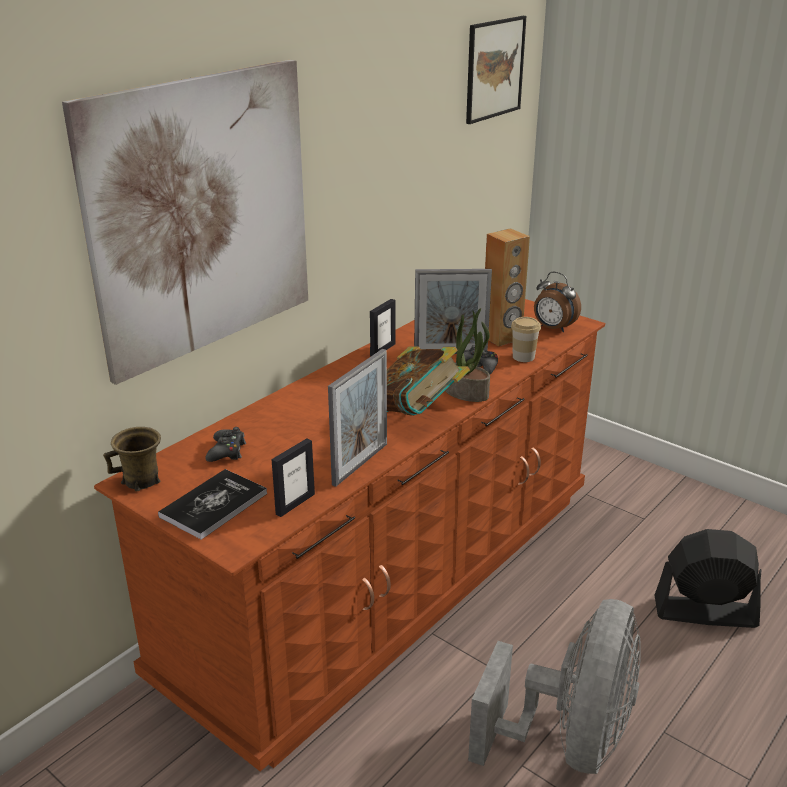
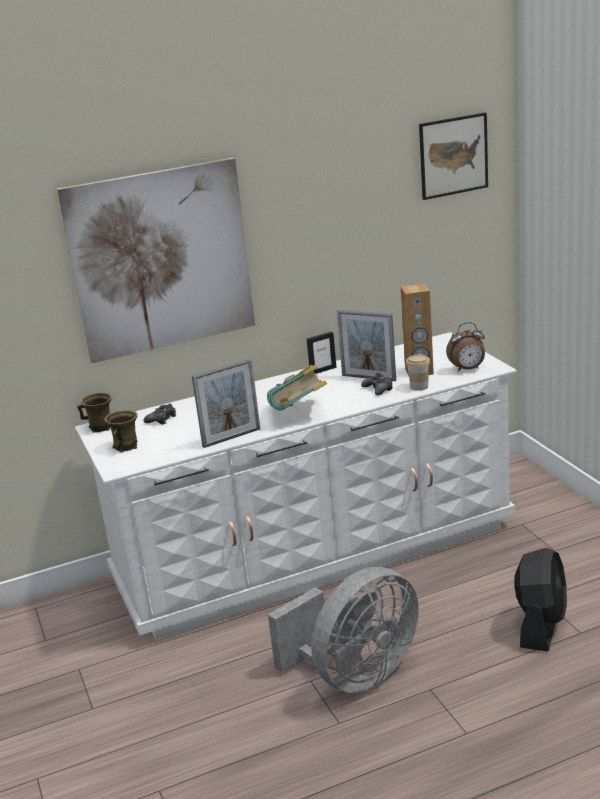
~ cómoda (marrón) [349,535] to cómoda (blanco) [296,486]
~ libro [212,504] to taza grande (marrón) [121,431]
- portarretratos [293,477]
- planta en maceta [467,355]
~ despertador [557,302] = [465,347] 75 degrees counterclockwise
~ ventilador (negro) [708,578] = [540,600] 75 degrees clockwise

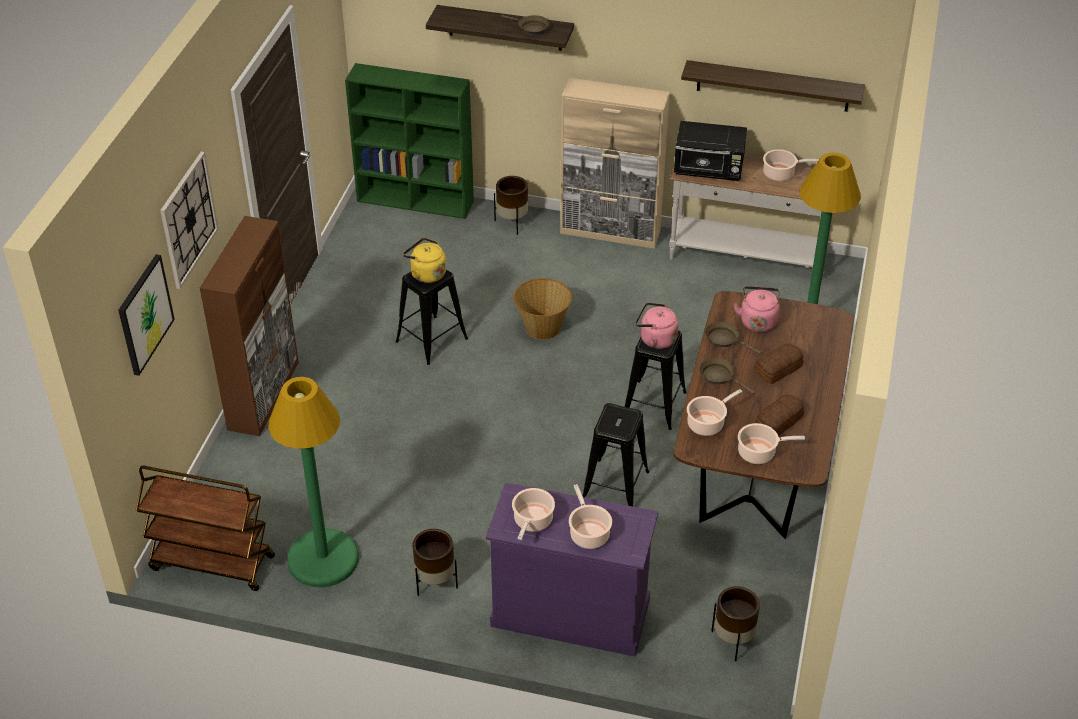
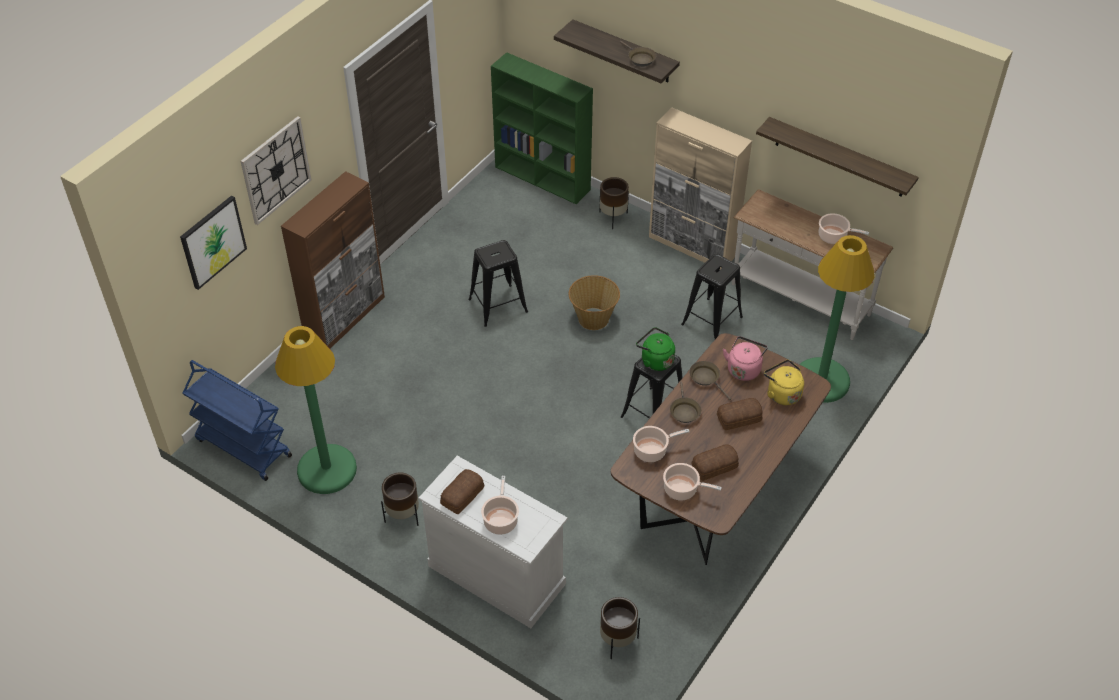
~ carrito (marrón) [205,528] to carrito (azul) [237,420]
~ hervidor (amarillo) [424,260] to [784,382]
~ cómoda (morado) [572,569] to cómoda (blanco) [493,541]
~ olla [533,514] to pan [462,492]
~ taburete (negro) [616,454] to [712,296]
~ hervidor (rosa) [657,325] to hervidor (verde) [655,349]
- microondas (negro) [710,151]
~ sartén (marrón) [727,376] = [685,402] 150 degrees counterclockwise

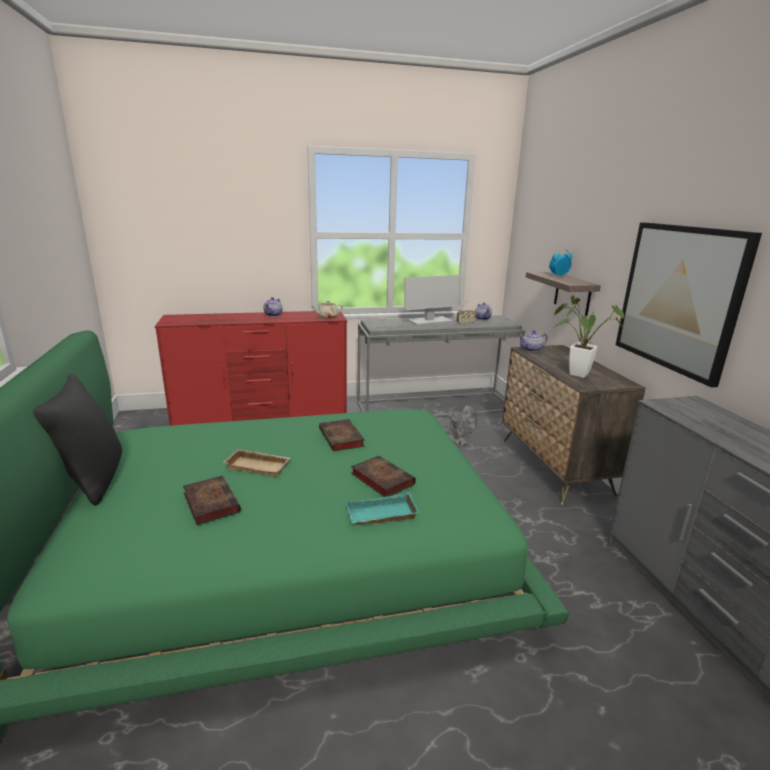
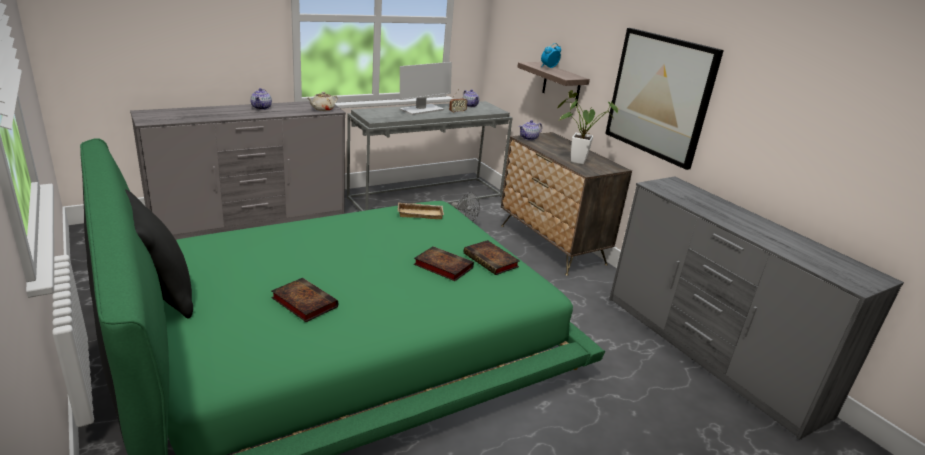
~ cómoda (rojo) [251,368] to cómoda (gris) [238,170]
~ bandeja (beis) [256,463] to [421,210]
~ libro [342,435] to [491,257]
- bandeja (turquesa) [383,508]

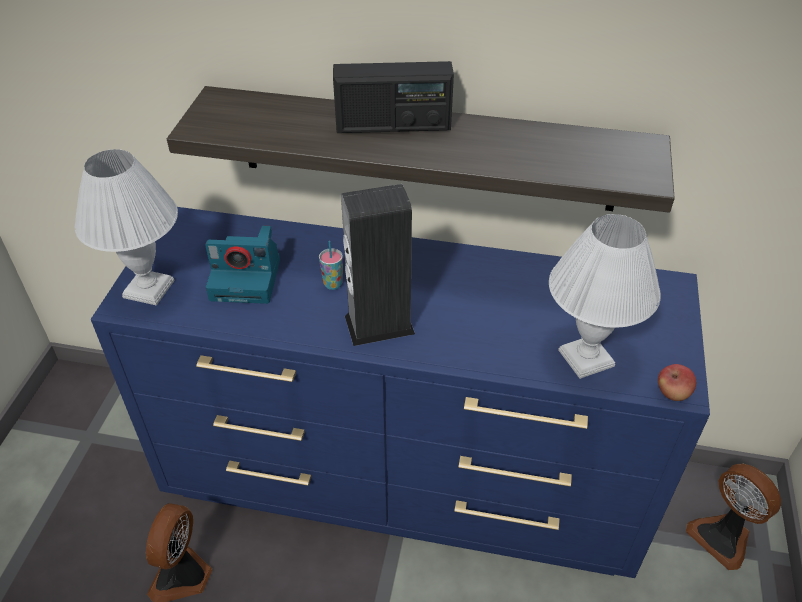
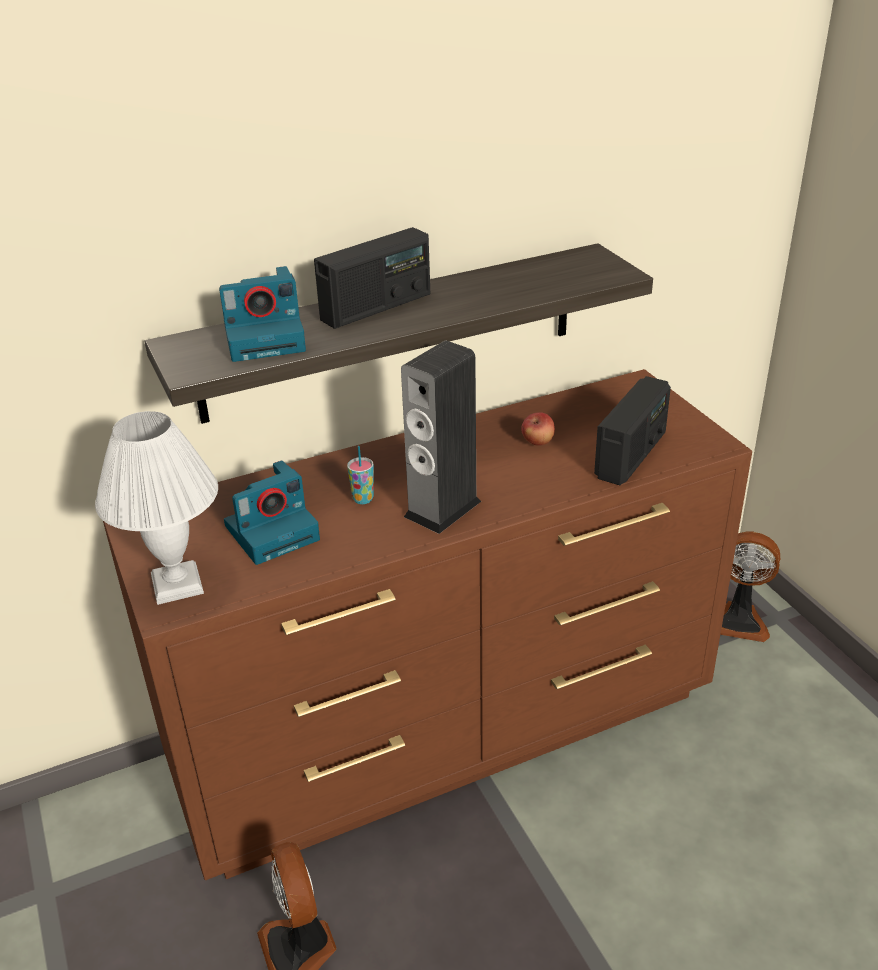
~ cómoda (azul) [400,392] to cómoda (marrón) [427,624]
~ lámpara de mesa (blanco) [605,296] to radio [632,430]
~ manzana [677,382] to [538,429]
+ cámara [262,314]

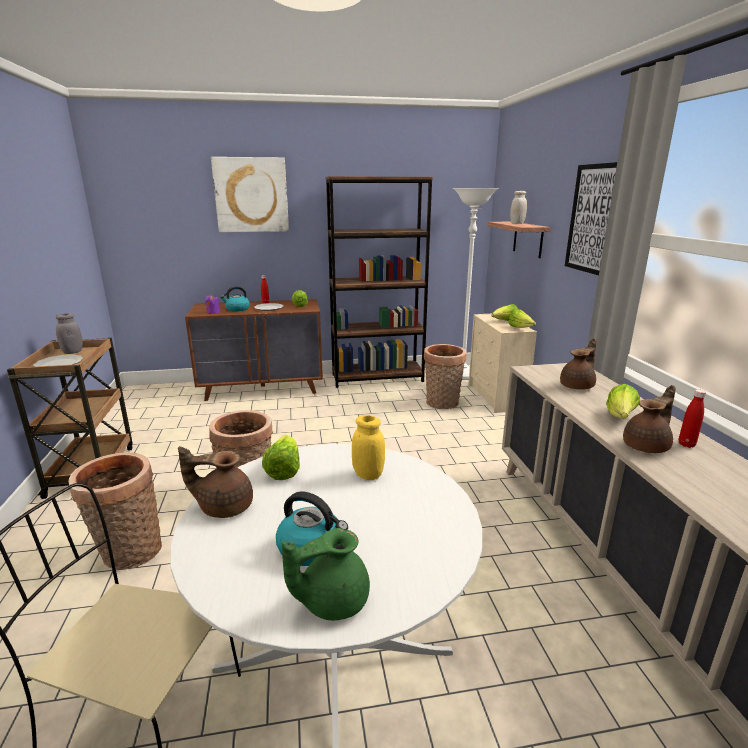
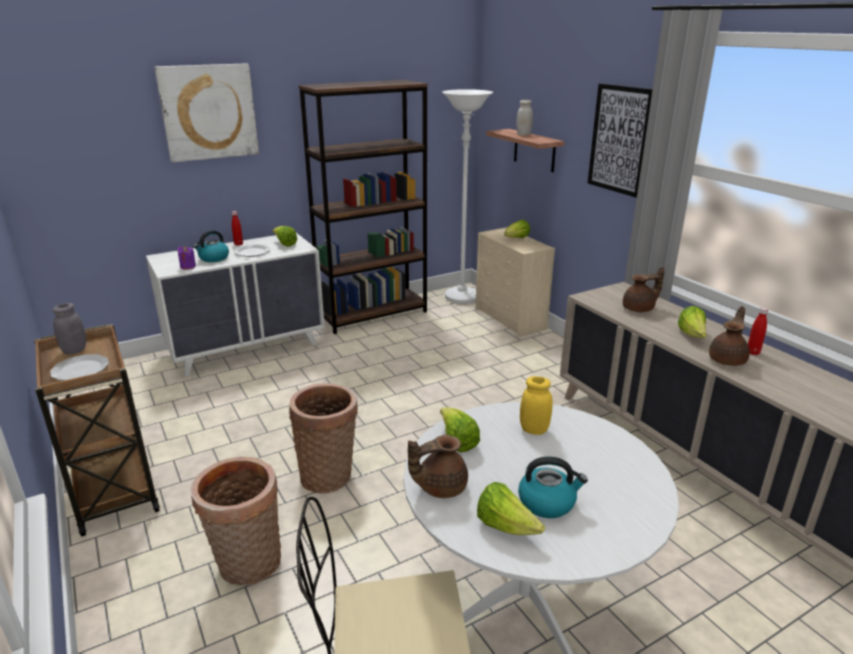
~ cómoda (marrón) [254,350] to cómoda (blanco) [235,305]
- tetera (verde) [326,574]
- cesta [445,376]
~ lechuga [522,318] to [511,508]
~ tetera (marrón) [578,364] = [644,289] 45 degrees clockwise

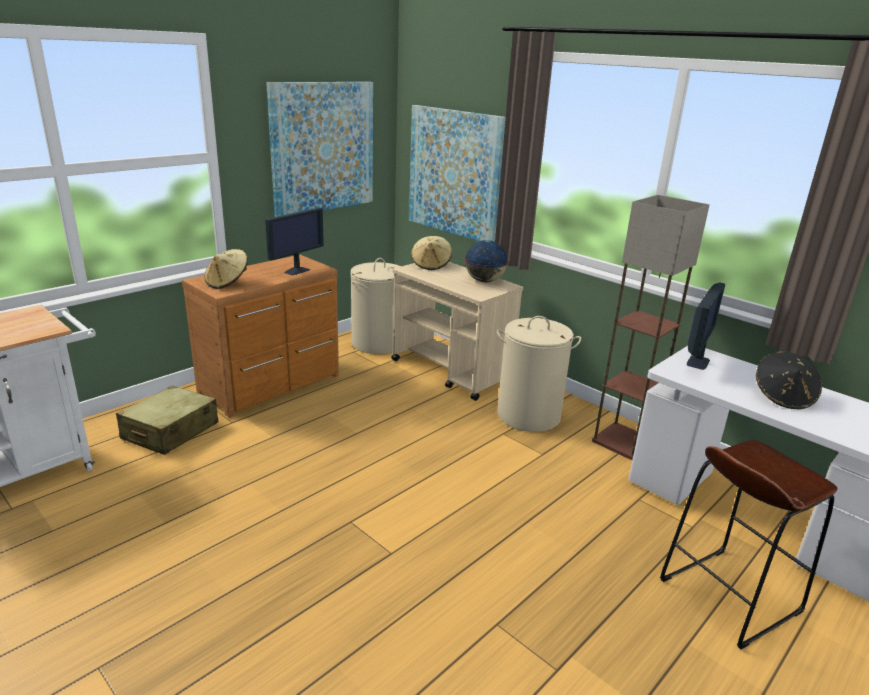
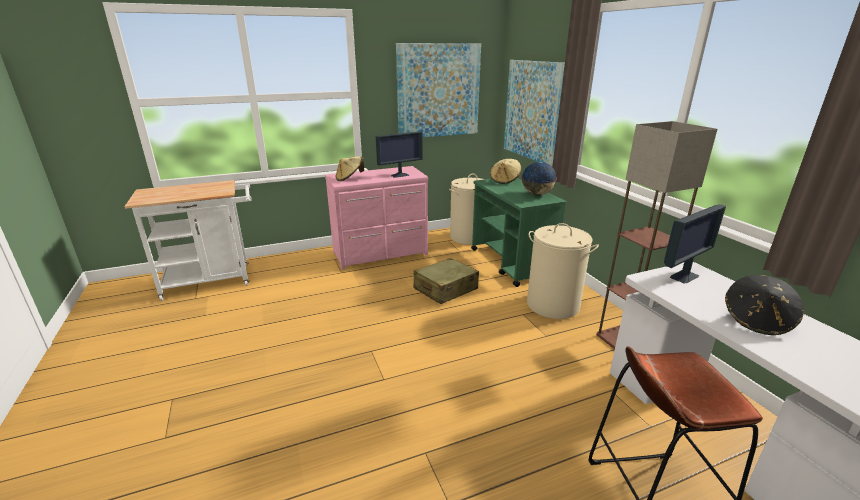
~ maleta (beis) [167,420] to [446,281]
~ cómoda (marrón) [260,336] to cómoda (rosa) [376,218]
~ carrito (beis) [457,331] to carrito (verde) [519,232]

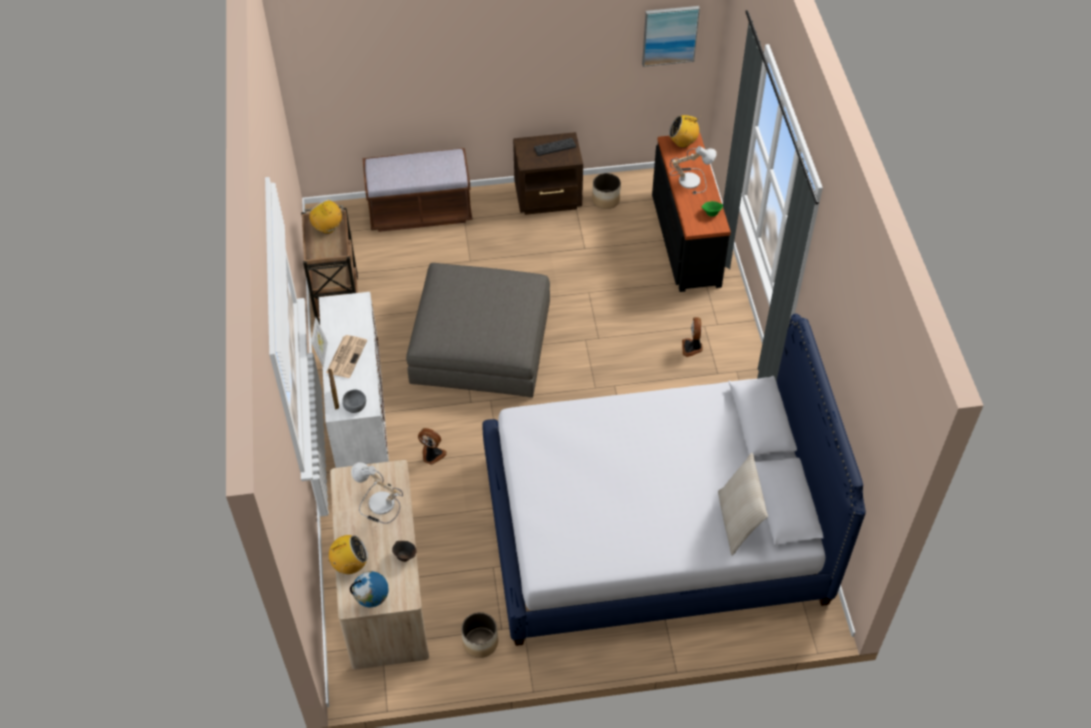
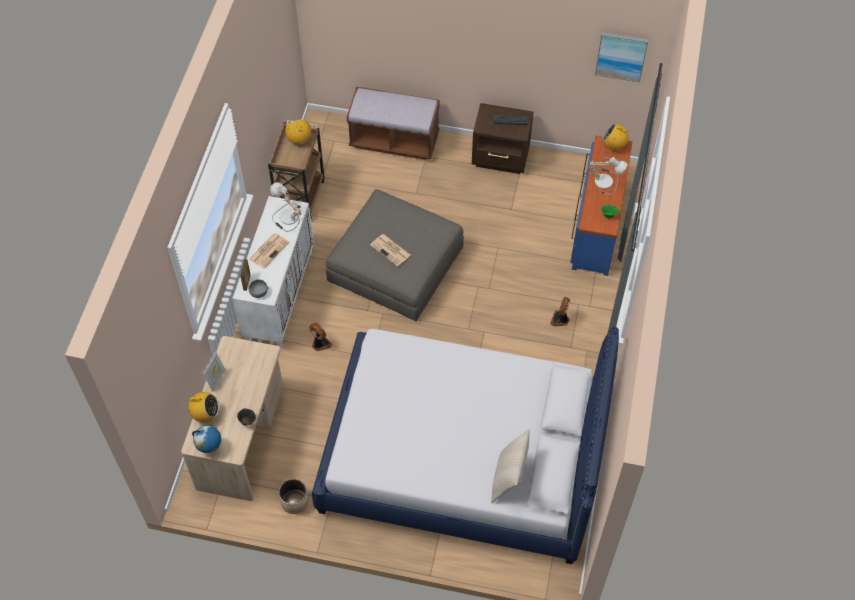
~ portarretratos [319,342] to [214,371]
~ lámpara de mesa [377,493] to [285,207]
- maceta [606,191]
~ cómoda (negro) [691,212] to cómoda (azul) [601,205]
+ periódico [390,250]

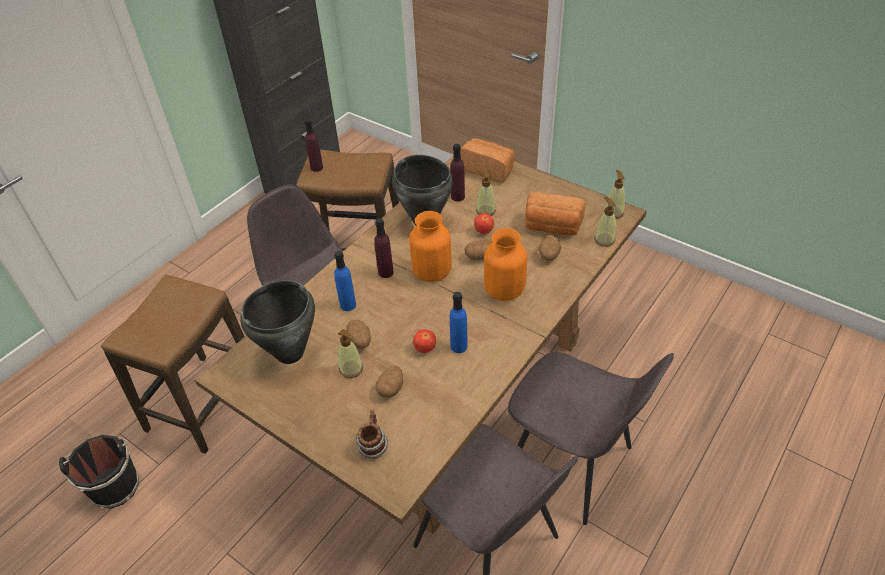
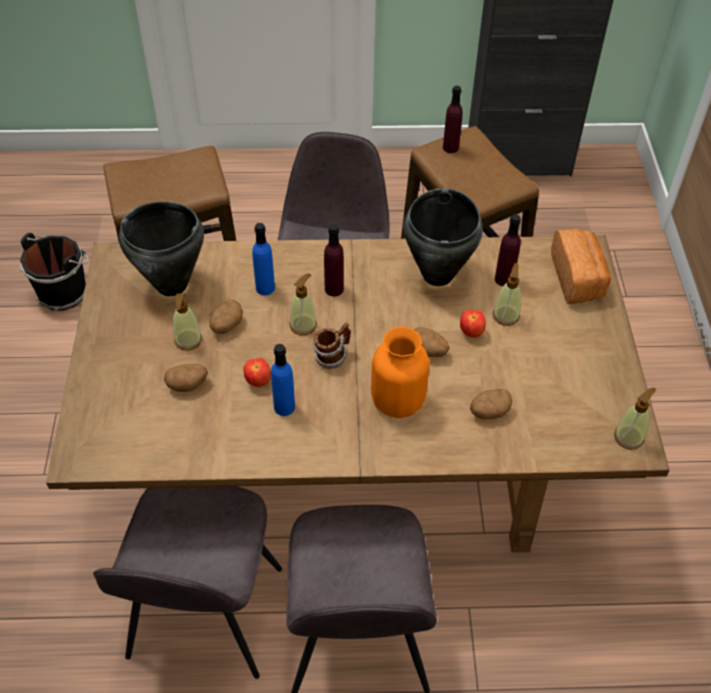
~ taza grande [372,434] to [332,345]
- florero (naranja) [430,246]
- pan [555,214]
~ dispensador de jabón [605,222] to [303,304]

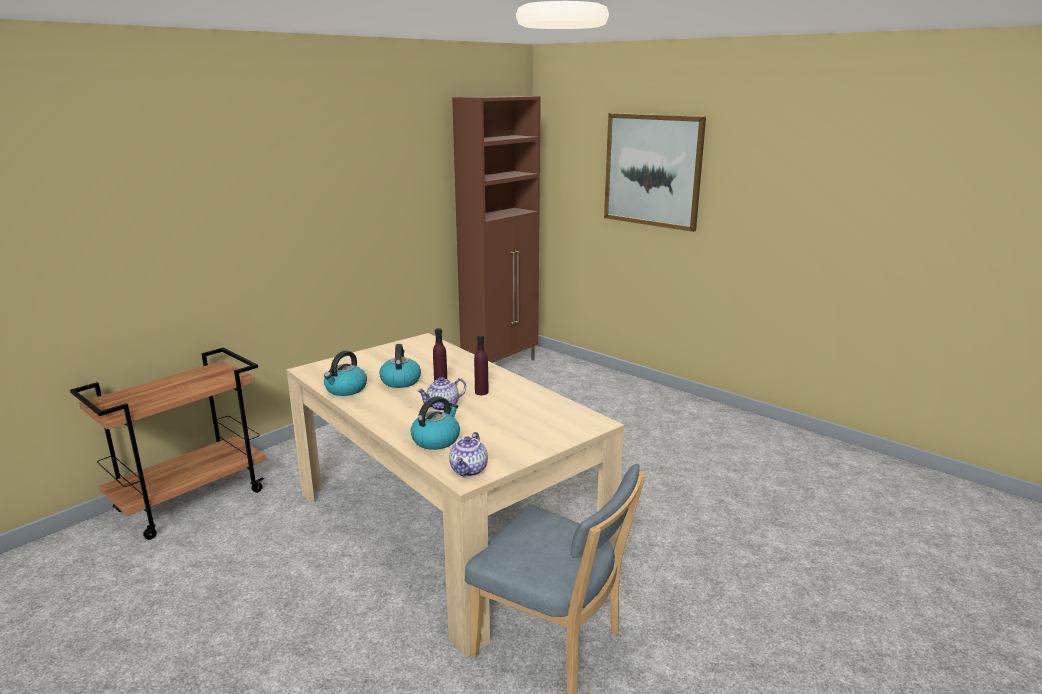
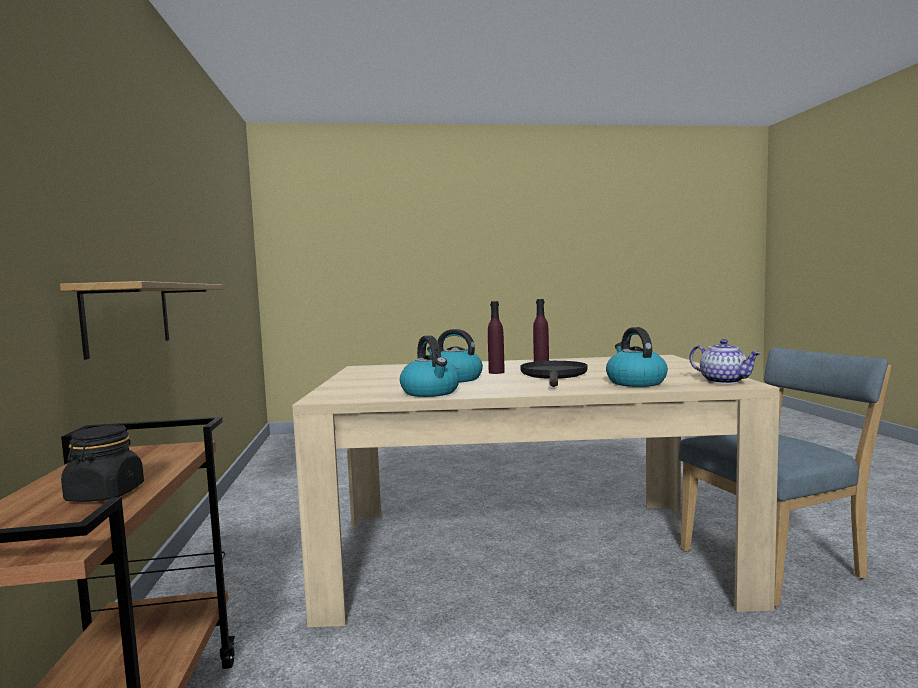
~ tetera [441,394] to sartén (negro) [554,374]
- armario (marrón) [496,229]
- cuadro [655,172]
+ estante [141,320]
+ tarro (negro) [102,463]

